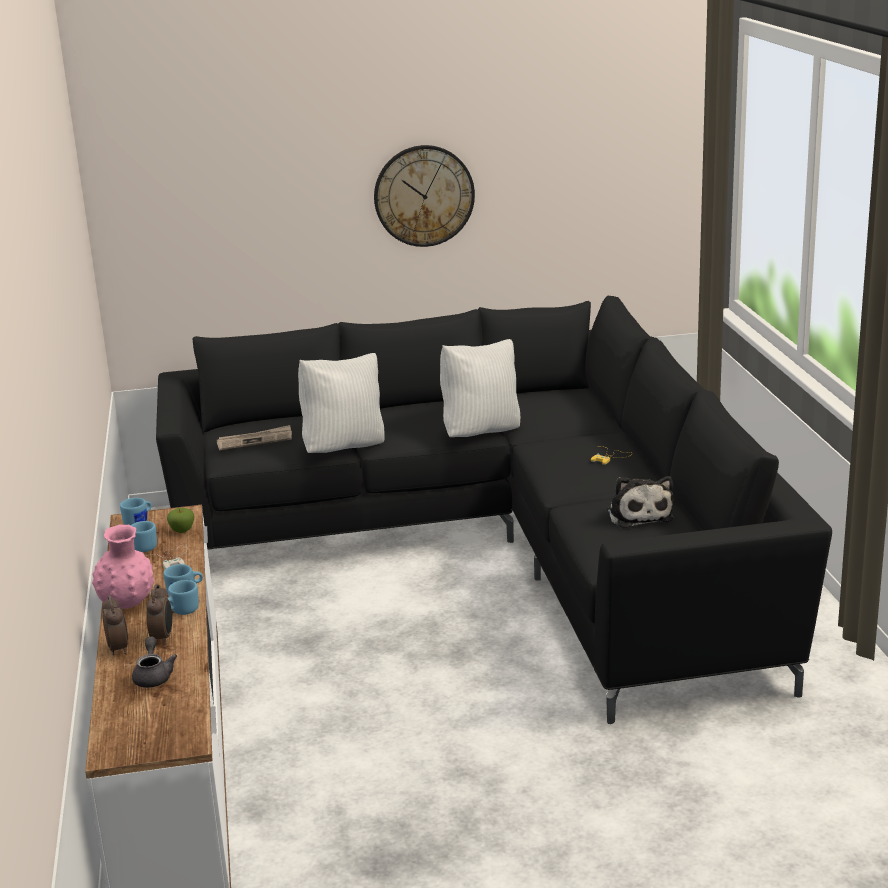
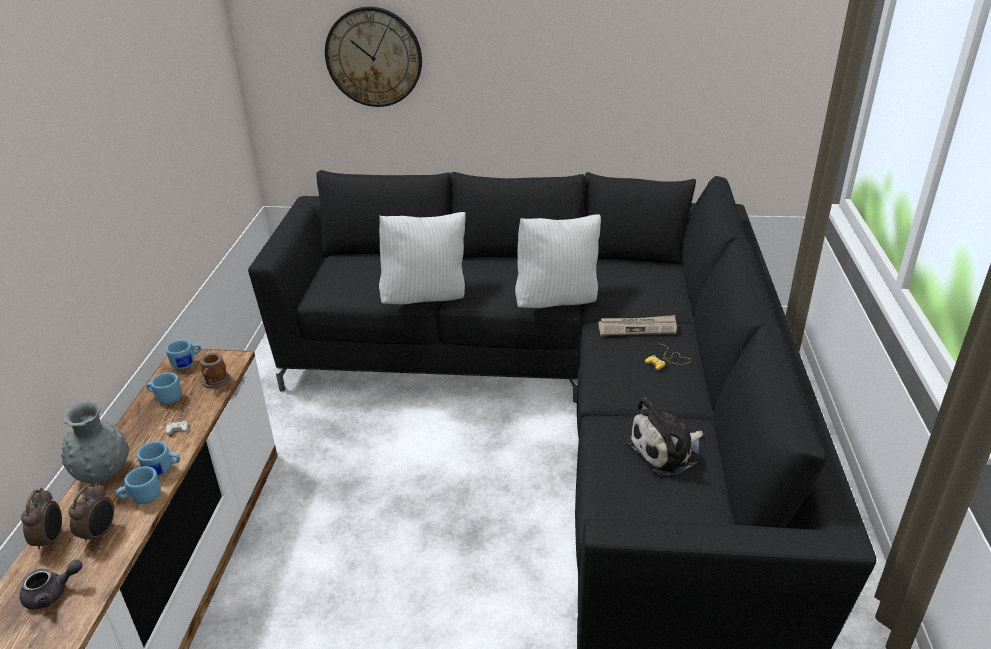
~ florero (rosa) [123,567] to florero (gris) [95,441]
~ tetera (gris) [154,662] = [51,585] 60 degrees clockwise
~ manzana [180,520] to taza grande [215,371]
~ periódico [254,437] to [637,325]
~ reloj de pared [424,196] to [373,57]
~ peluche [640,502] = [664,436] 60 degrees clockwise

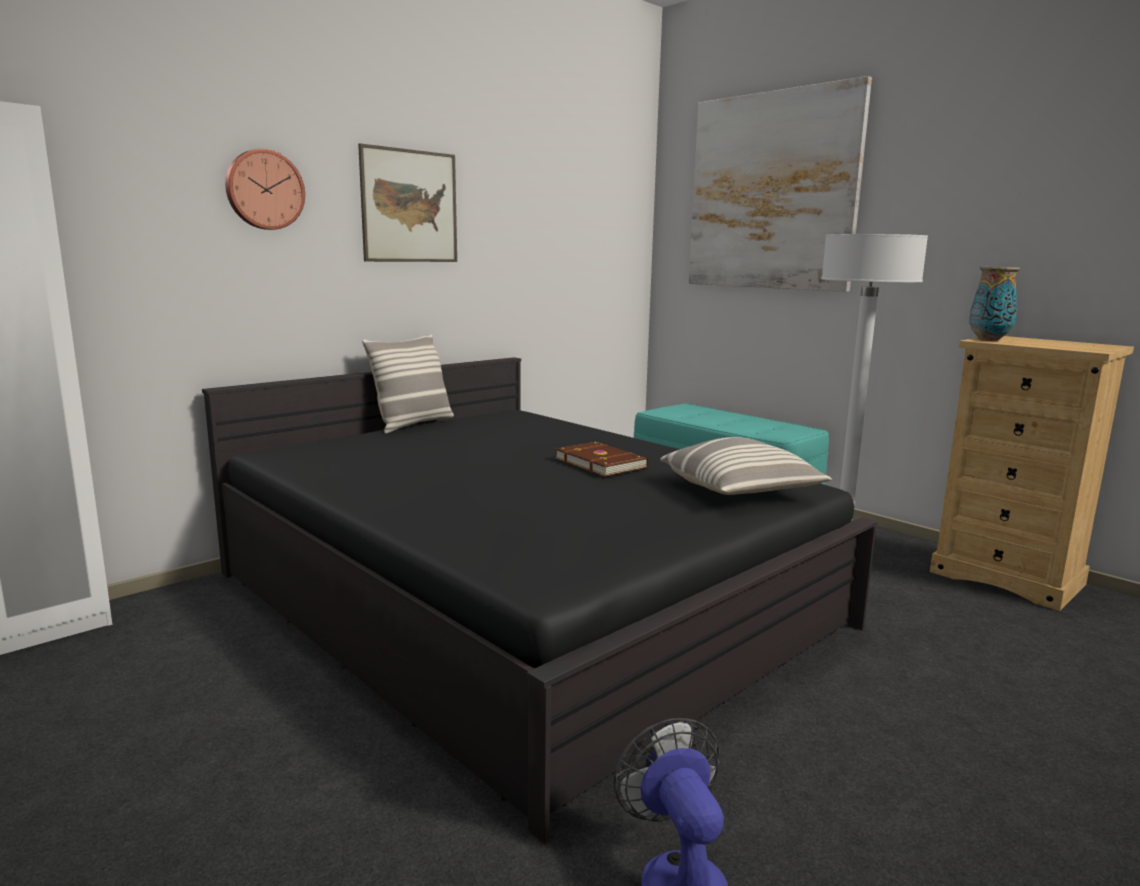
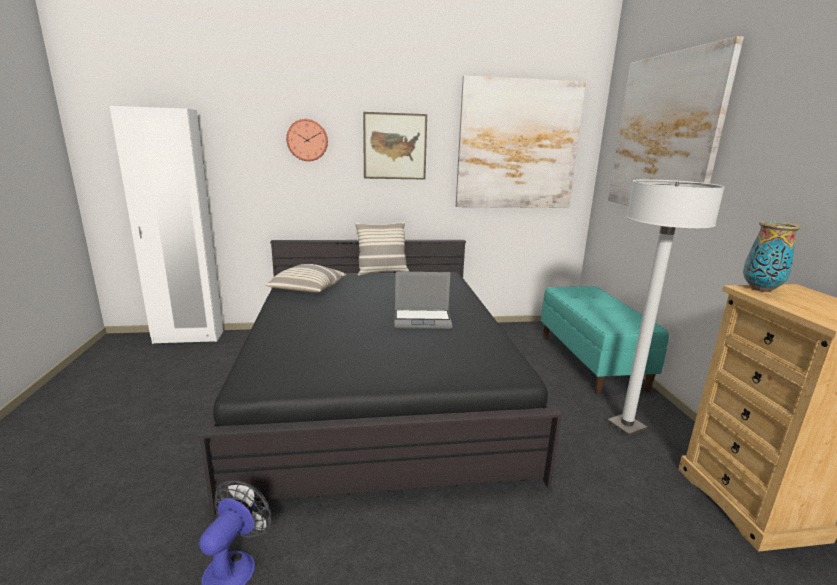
~ libro (marrón) [602,459] to portátil [423,300]
~ cojín [746,466] to [305,278]
+ cuadro [521,141]

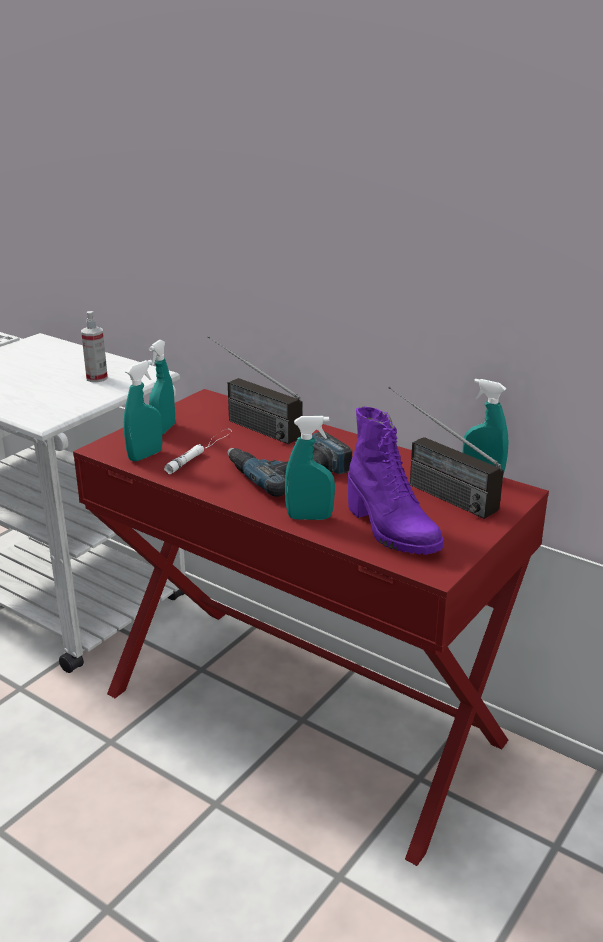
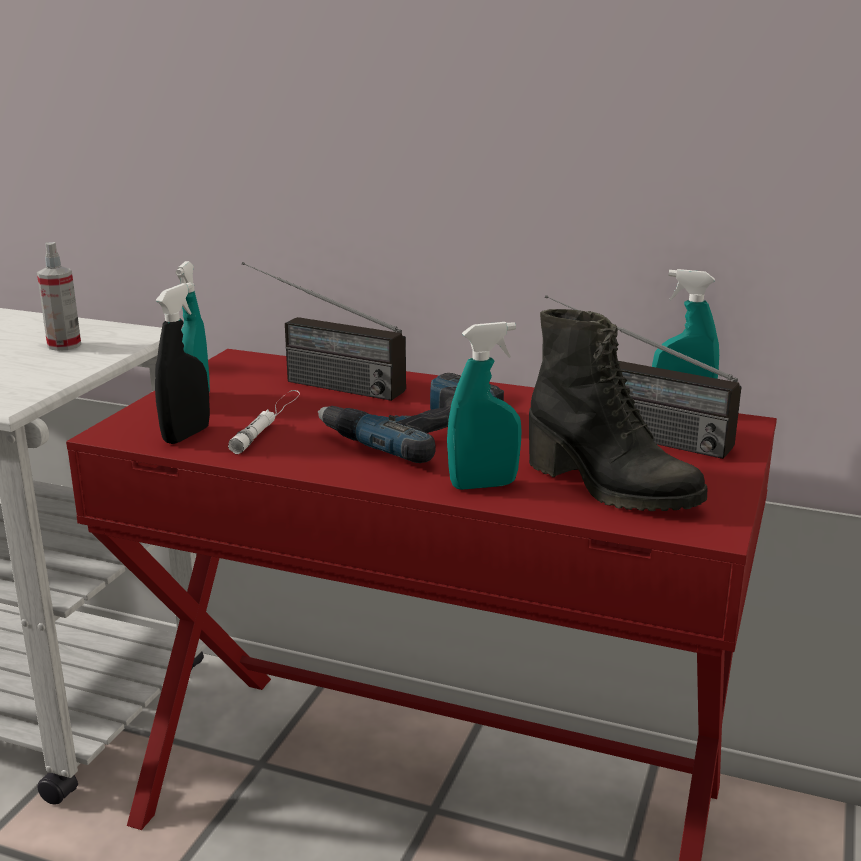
~ pulverizador (turquesa) [143,411] to pulverizador (negro) [182,363]
~ bota (morado) [395,481] to bota (negro) [618,410]

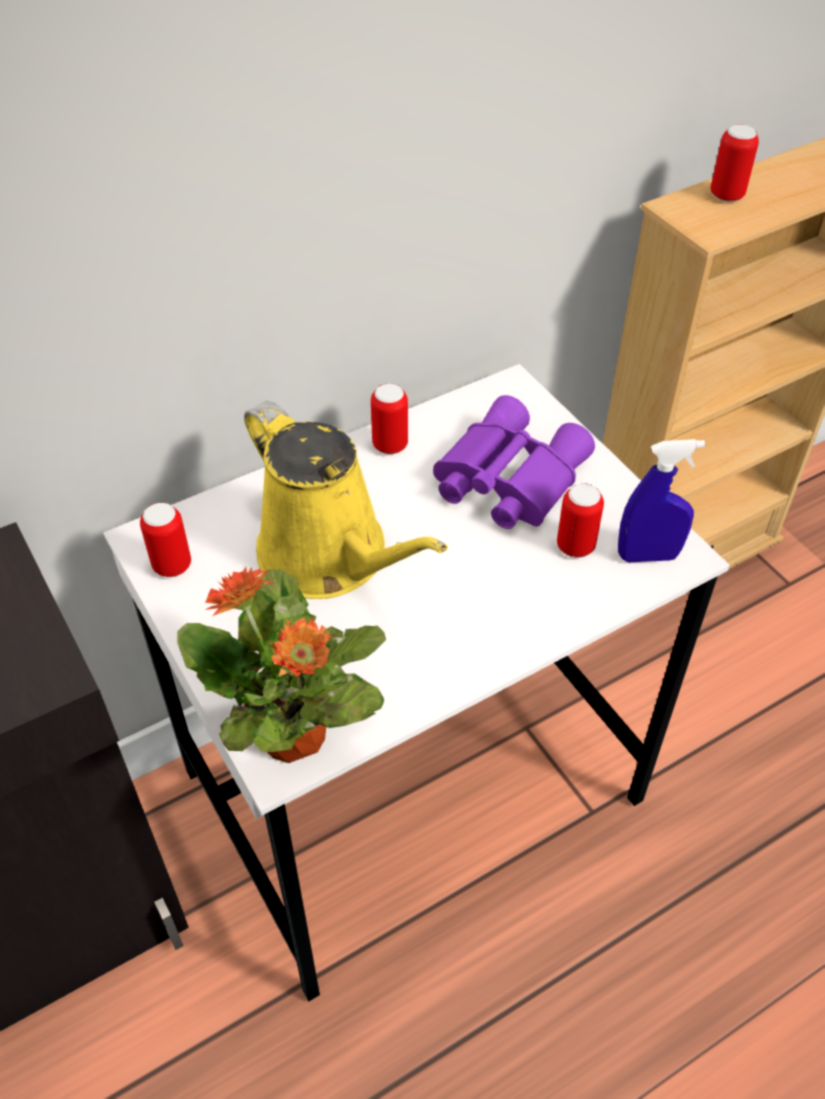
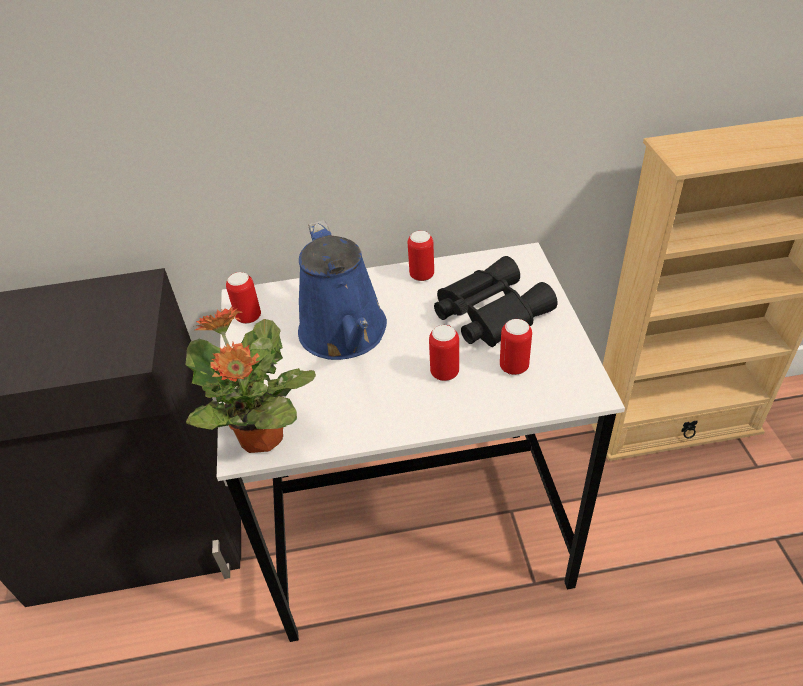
~ regadera (amarillo) [346,500] to regadera (azul) [342,290]
~ prismáticos (morado) [514,462] to prismáticos (negro) [495,301]
- pulverizador (azul) [661,500]
~ lata [734,163] to [444,353]

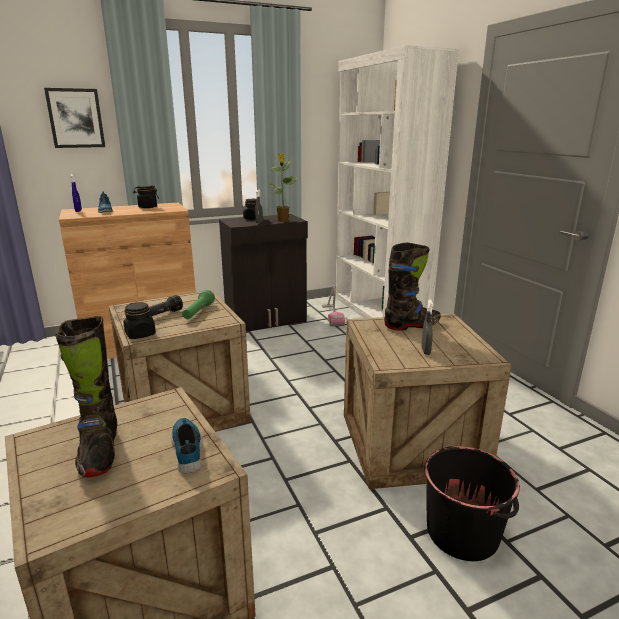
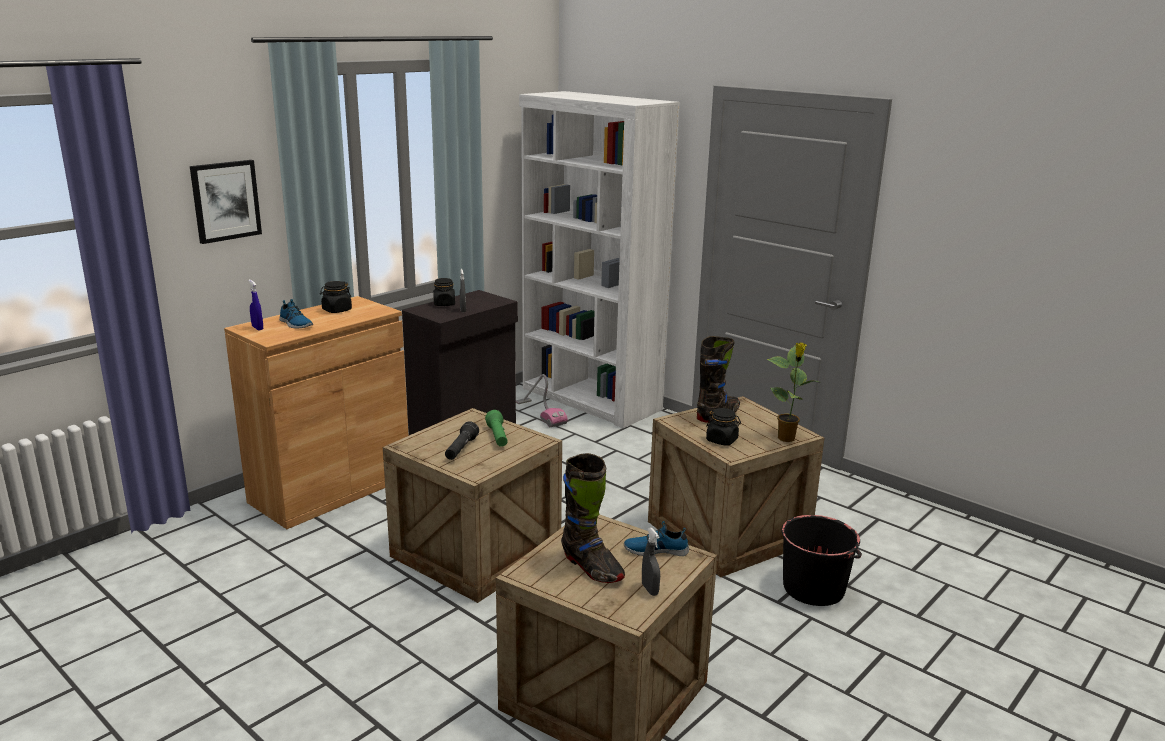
~ tarro (negro) [140,320] to [723,427]
~ zapato [187,446] = [656,538] 45 degrees counterclockwise
~ planta en maceta [282,187] to [794,392]
~ pulverizador (gris) [427,327] to [651,562]

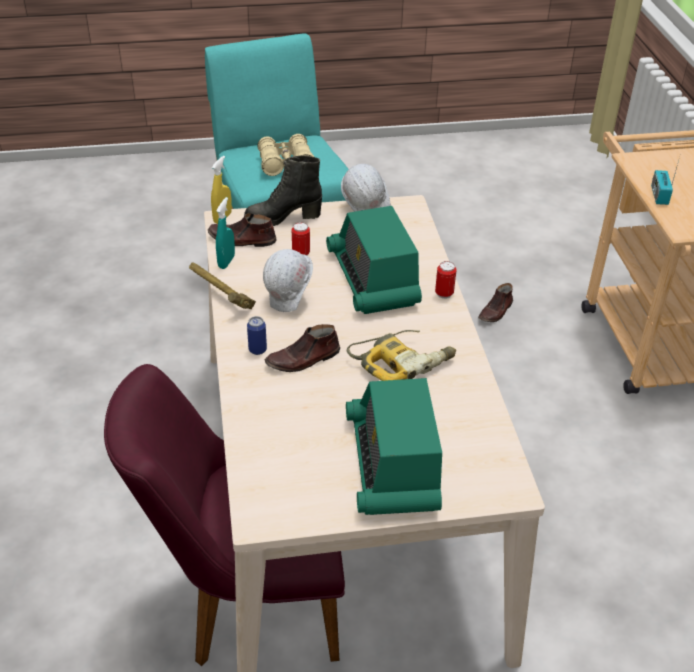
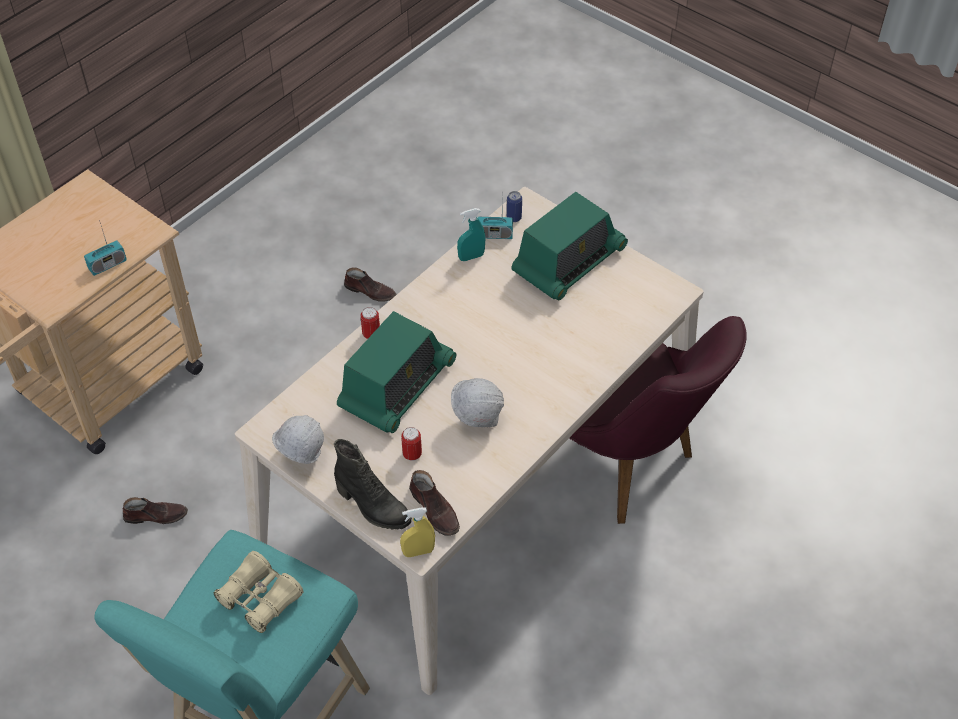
- martillo [222,285]
~ pulverizador (turquesa) [225,233] to [471,234]
~ lata [257,335] to [514,206]
~ zapato (marrón) [302,348] to [370,284]
- taladro [401,355]
+ radio [495,216]

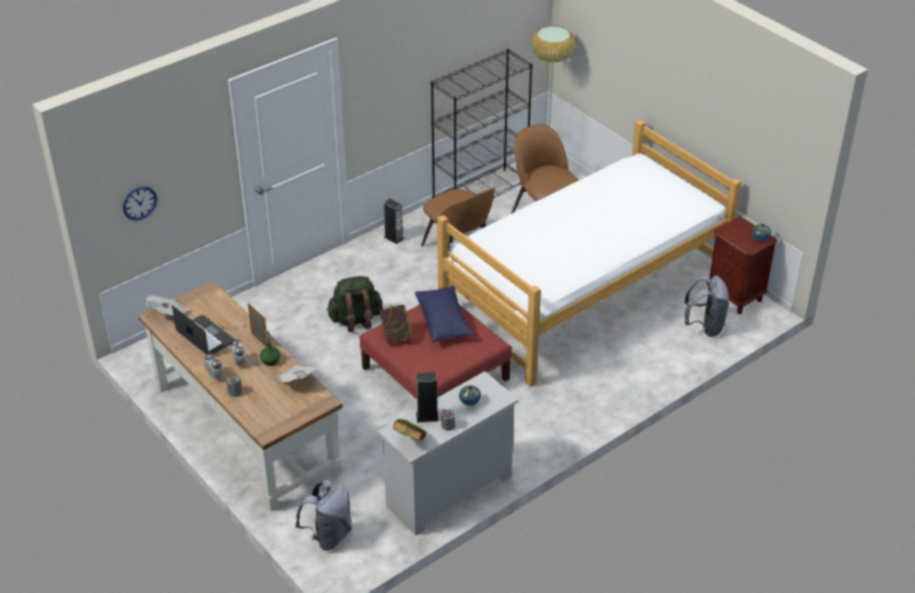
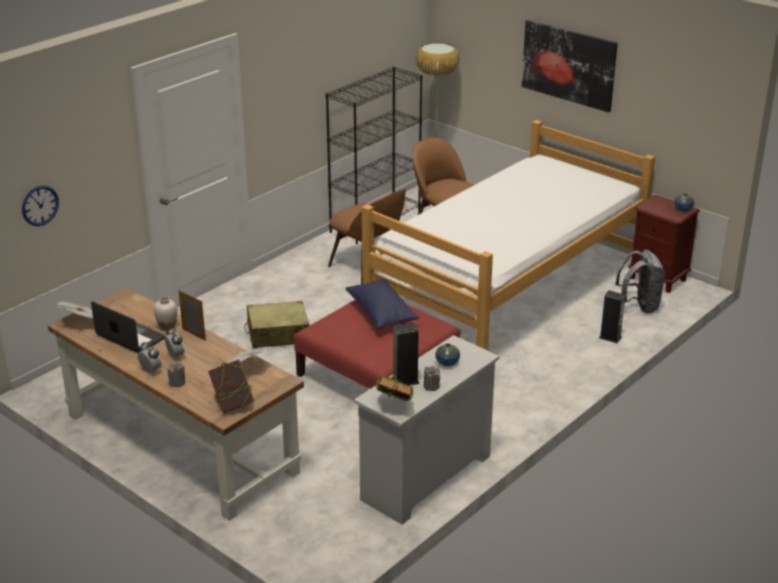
- botella (verde) [270,348]
- mochila (gris) [323,515]
~ mochila (verde) [355,304] to maleta (beis) [276,324]
~ libro [396,324] to [231,386]
~ altavoz [394,221] to [612,316]
+ florero (blanco) [166,313]
+ cuadro [570,66]

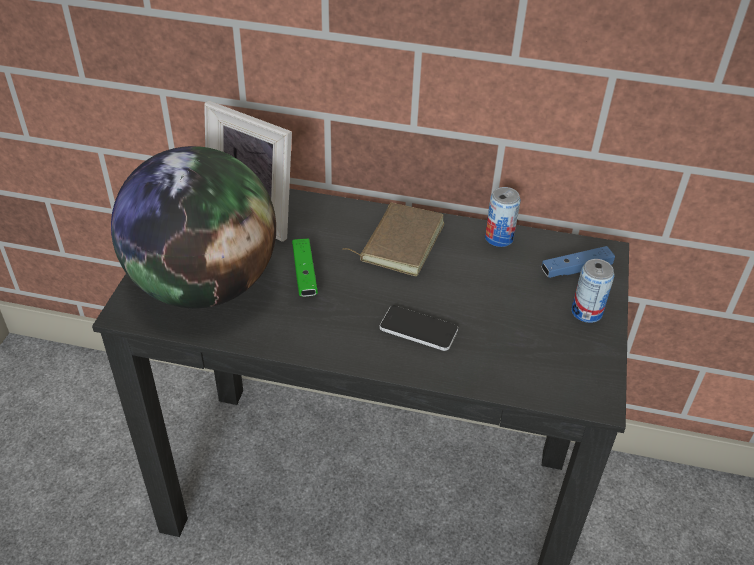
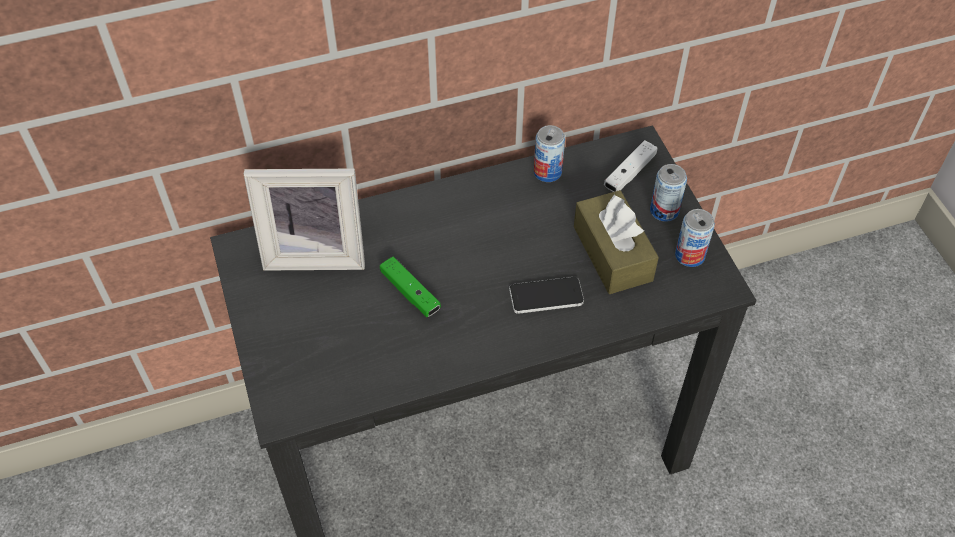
- globo terráqueo [193,227]
- libro (marrón) [393,239]
~ mando de consola (azul) [578,262] to mando de consola (blanco) [631,166]
+ caja de pañuelos (marrón) [616,242]
+ lata [695,238]

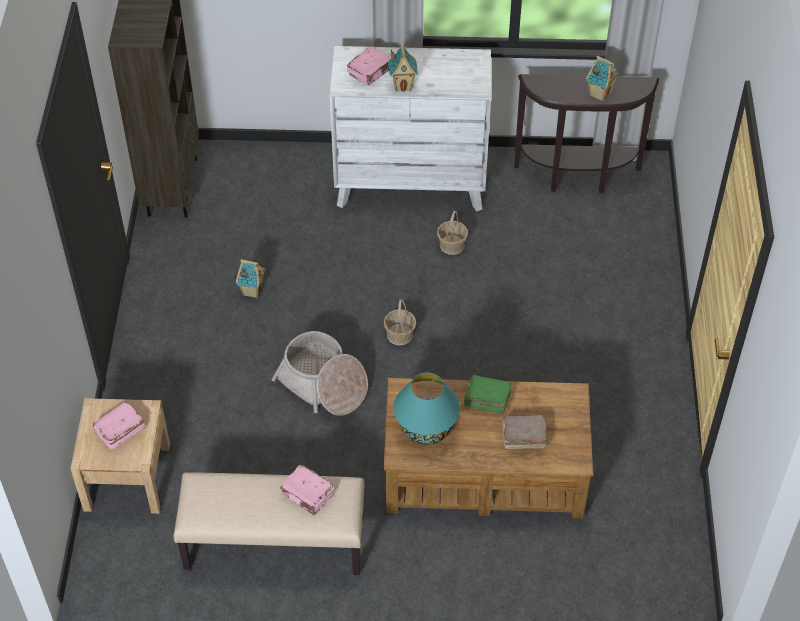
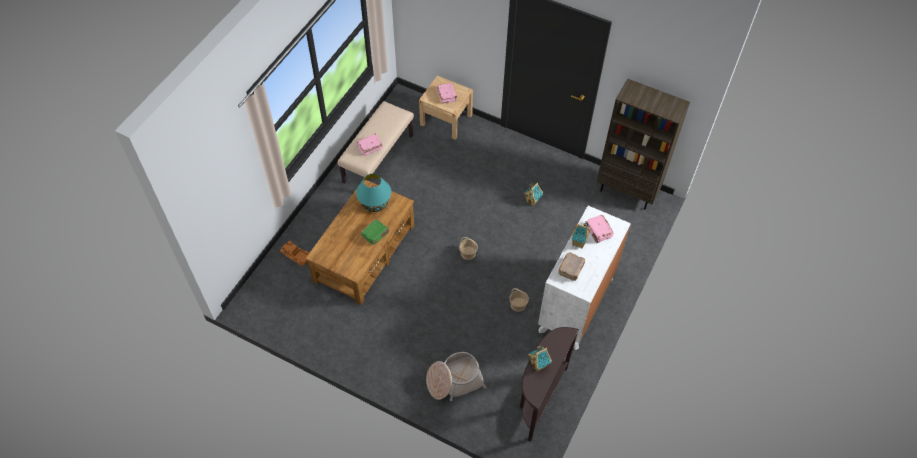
~ cesta [320,373] to [456,376]
~ libro (marrón) [524,432] to [571,266]
+ camión de juguete [294,253]

